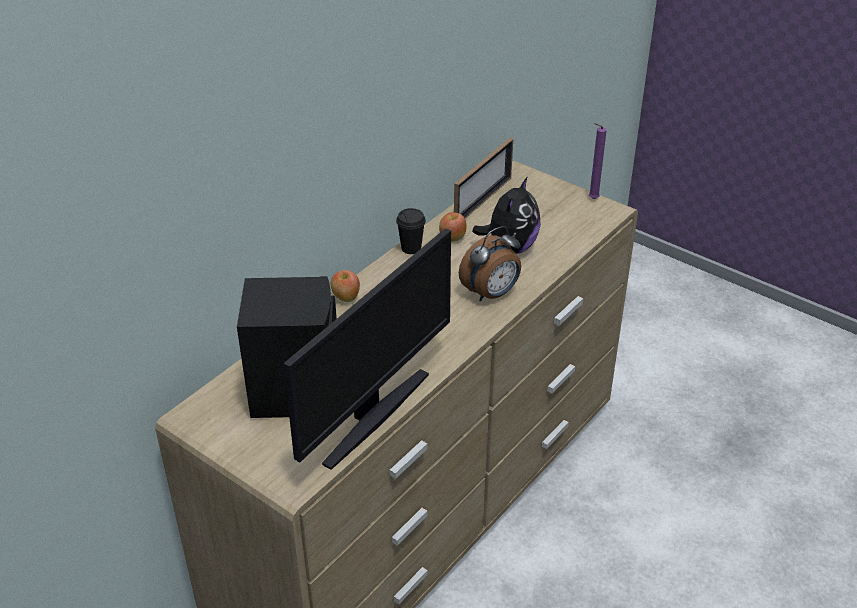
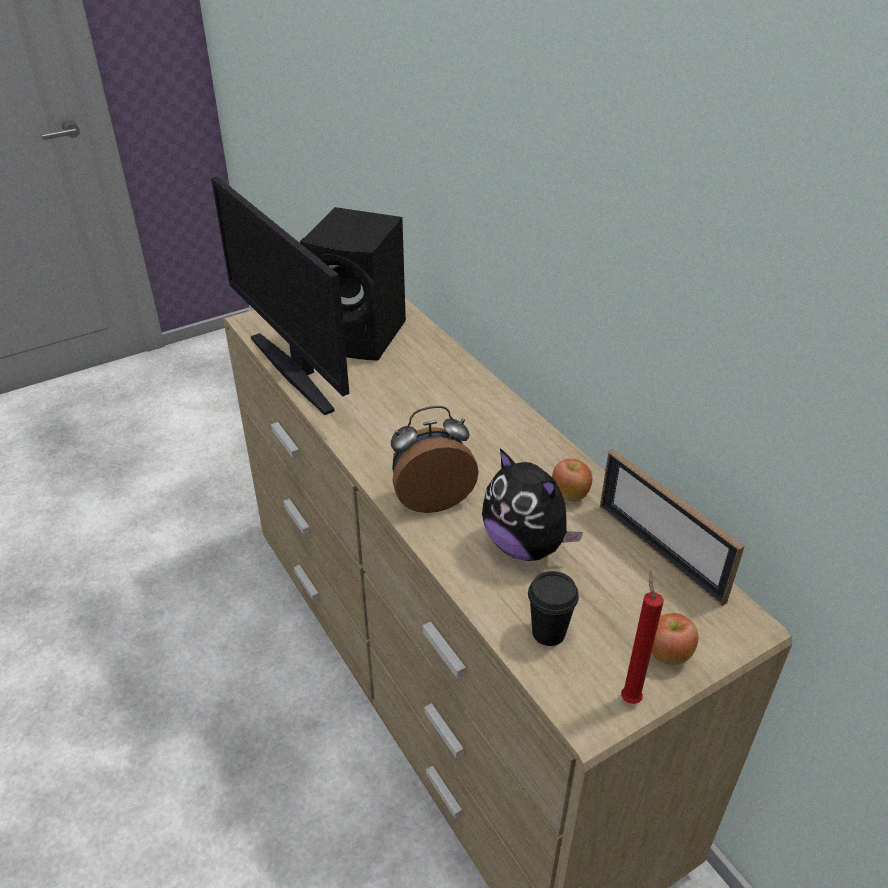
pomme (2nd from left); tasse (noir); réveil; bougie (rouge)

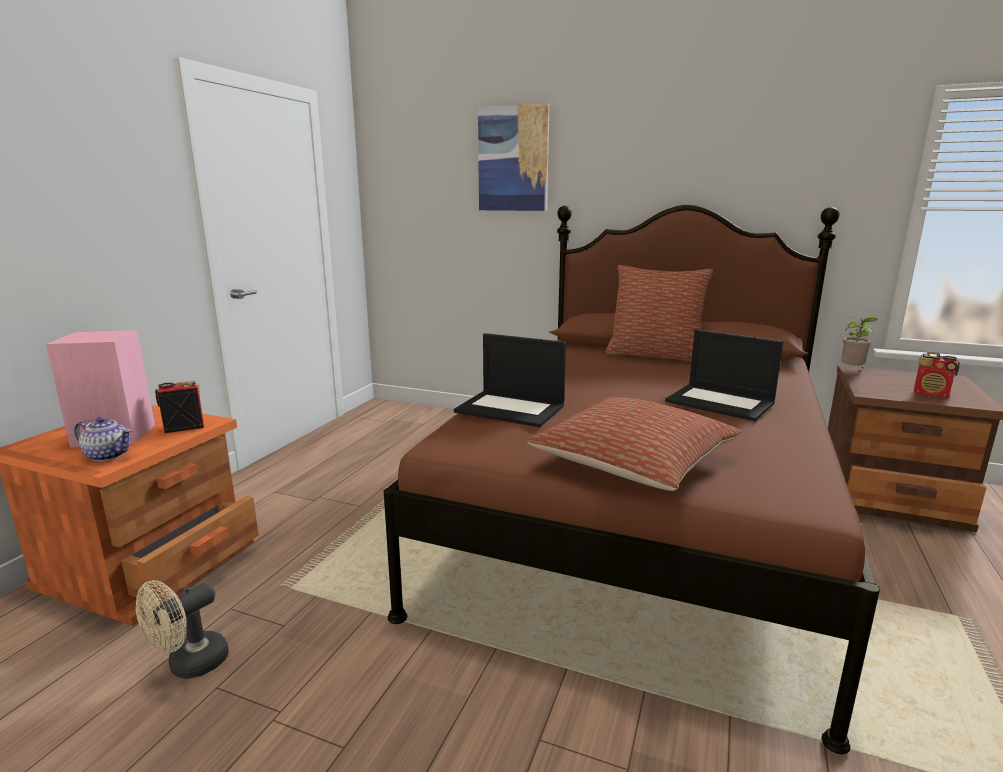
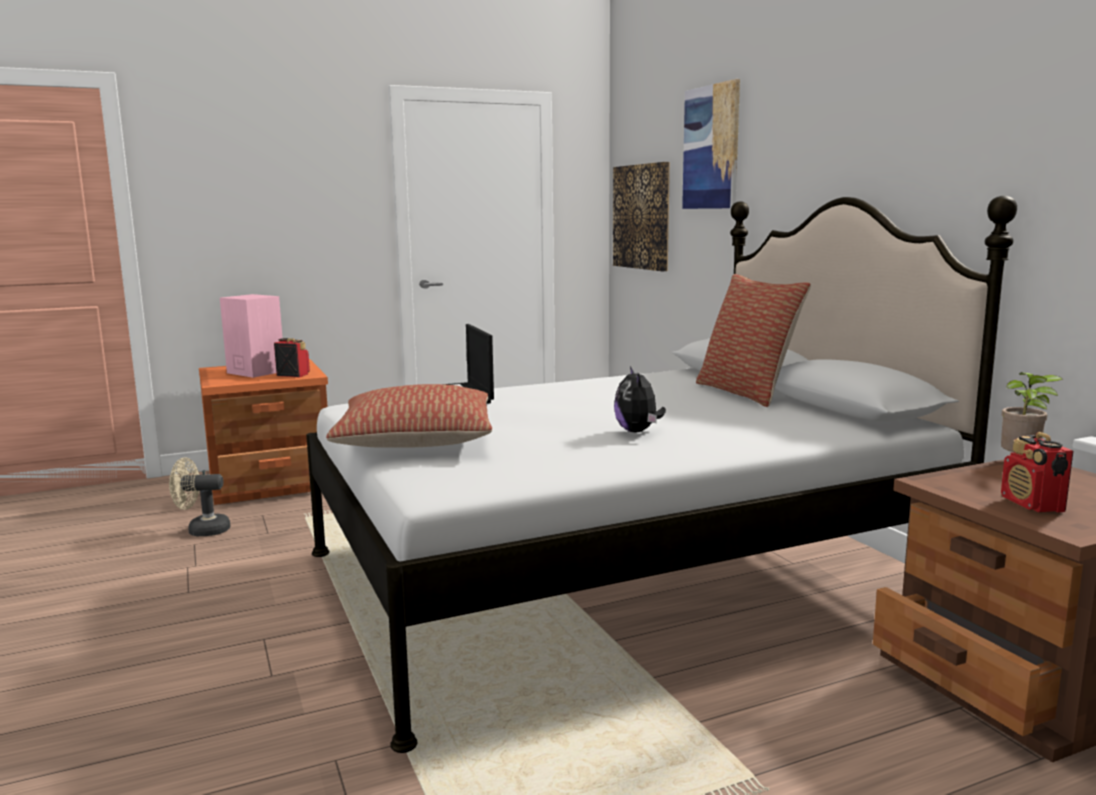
théière; lit (blanc); peluche; tableau (1st from left)

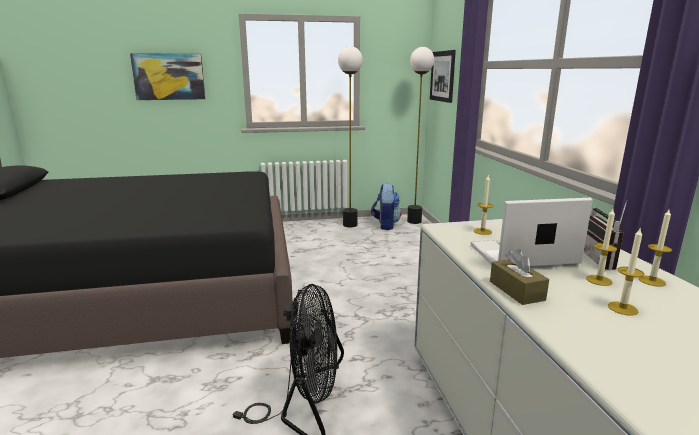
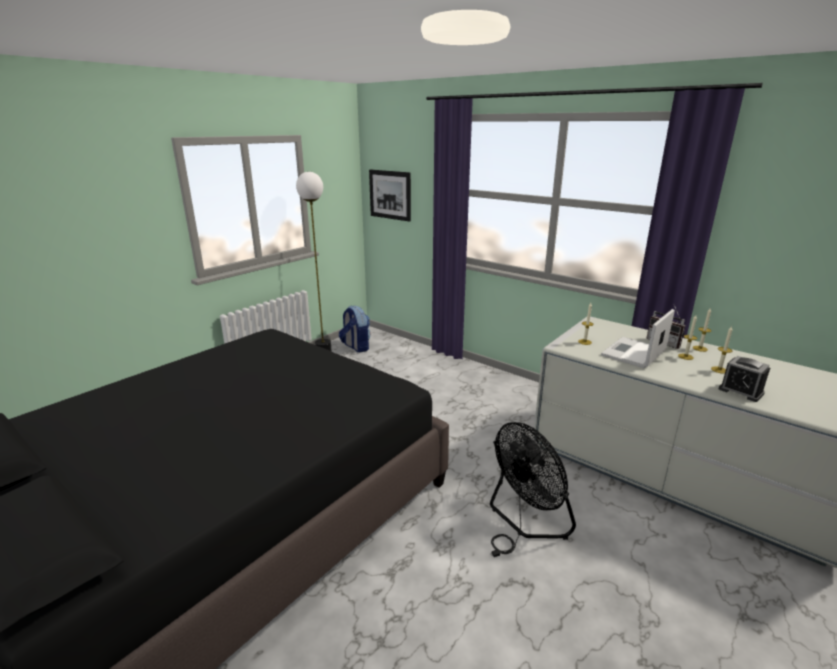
tableau (1st from left in the first image); lampadaire (2nd from left in the first image); boîte à mouchoirs (marron); réveil

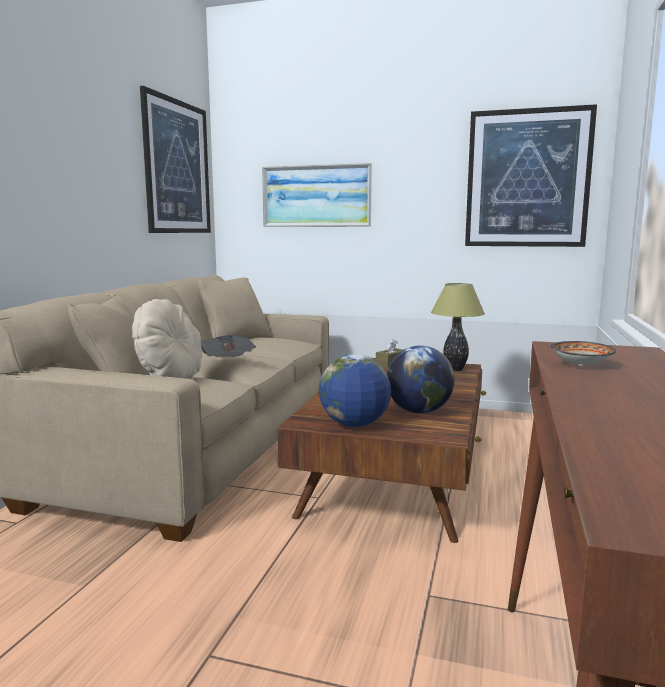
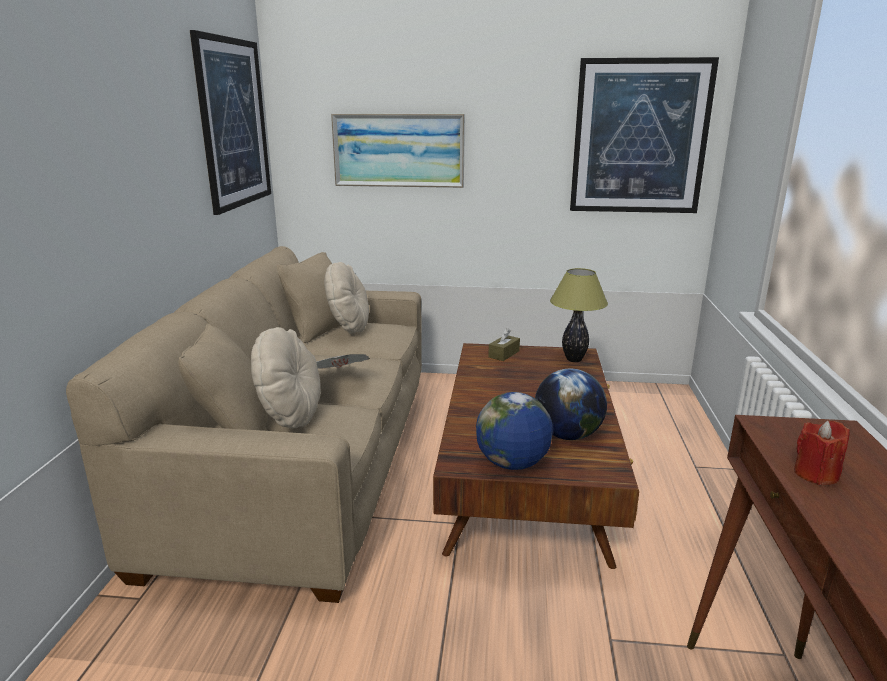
bougie (rouge); coussin (beige) (2nd from left)

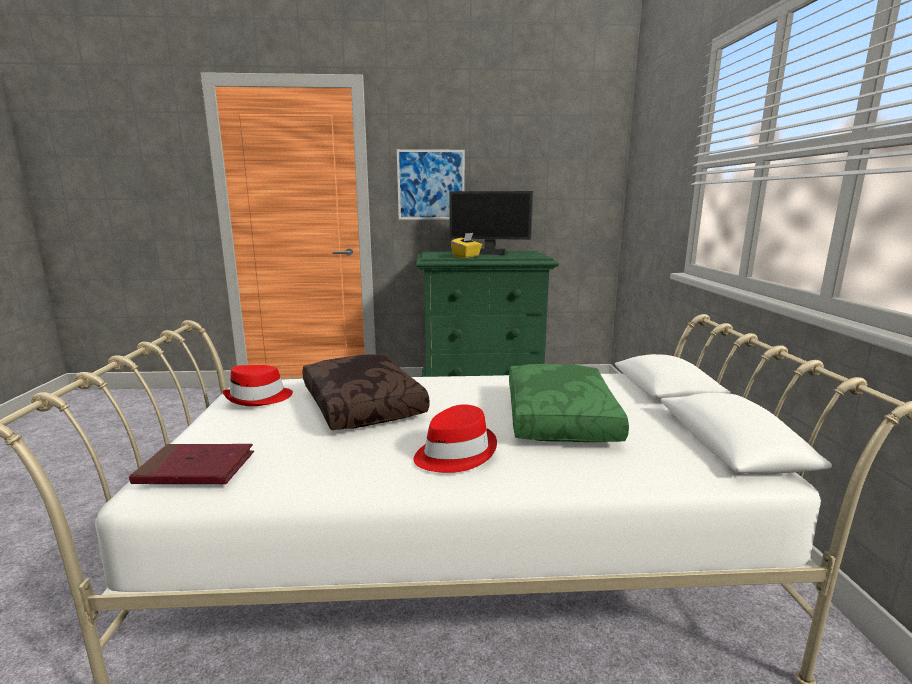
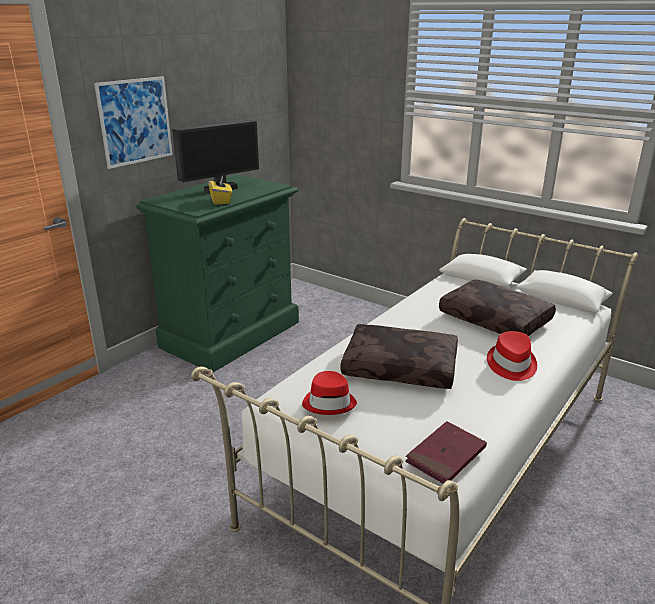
coussin (marron) (2nd from left)

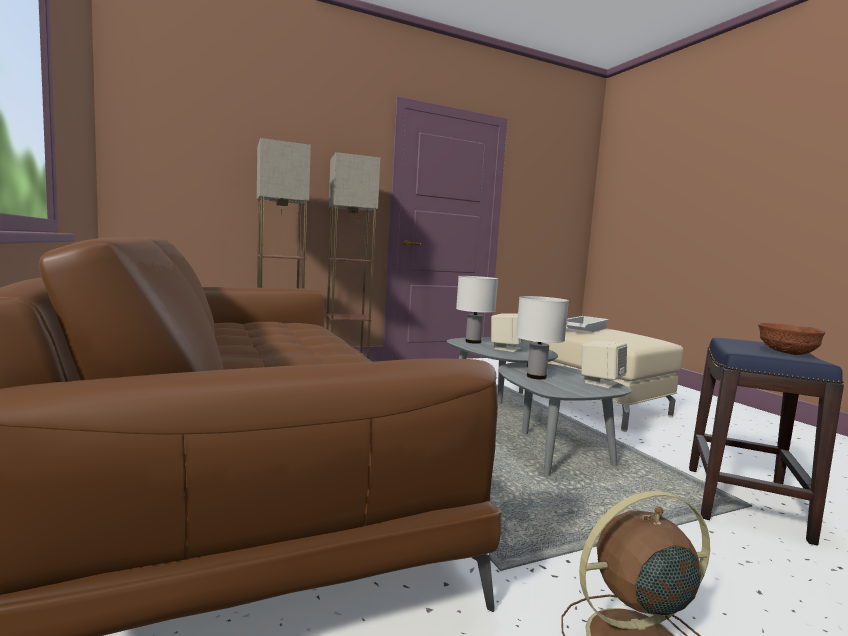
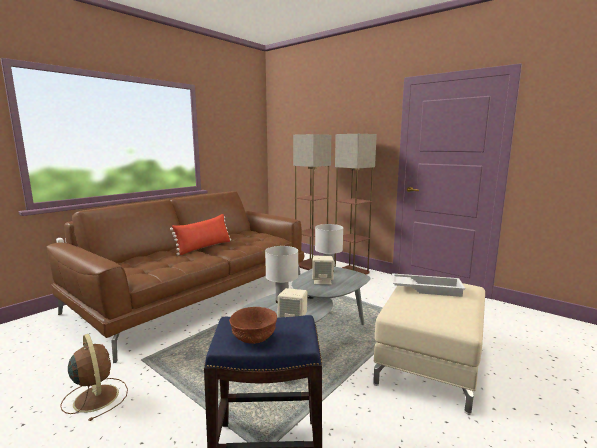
coussin (rouge)

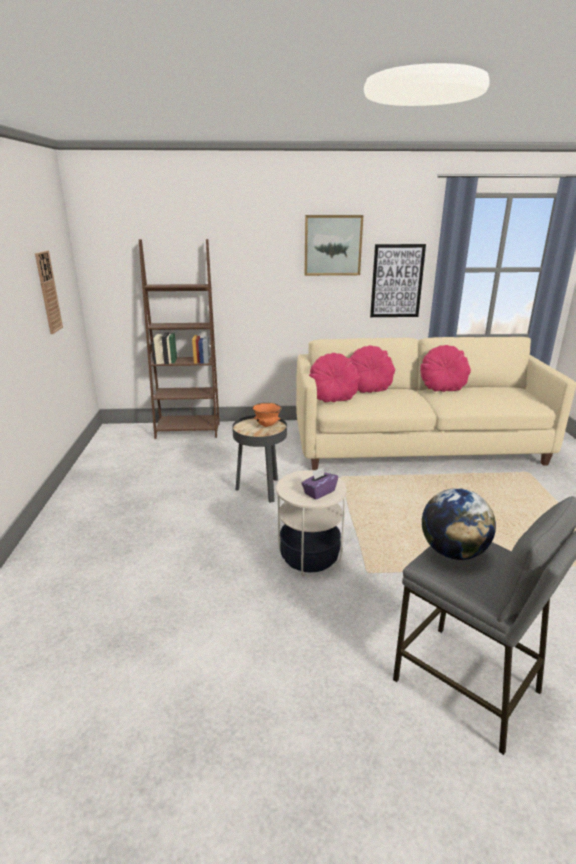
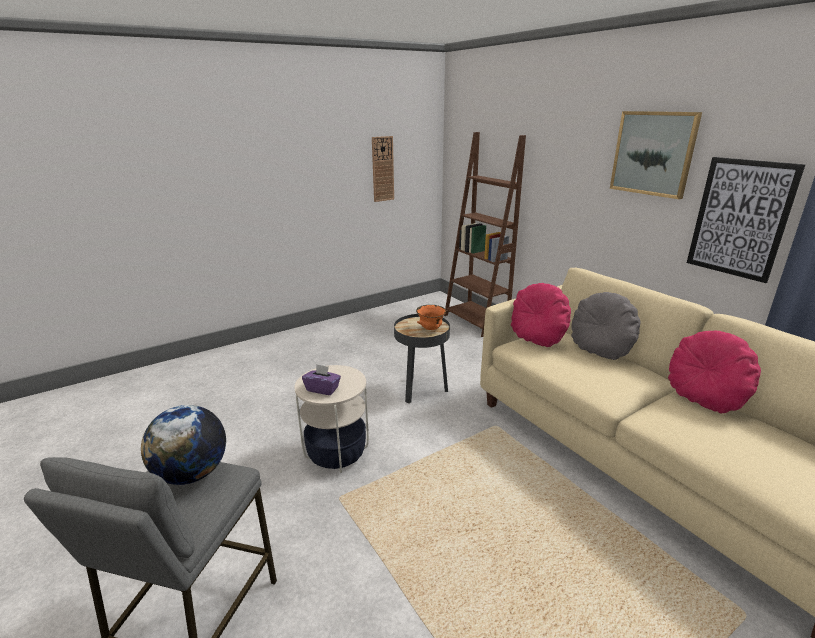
coussin (gris)

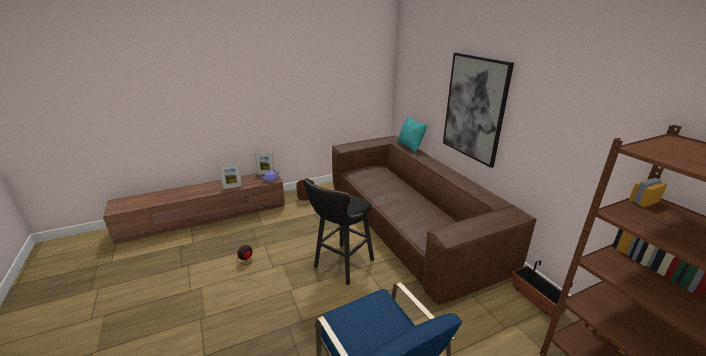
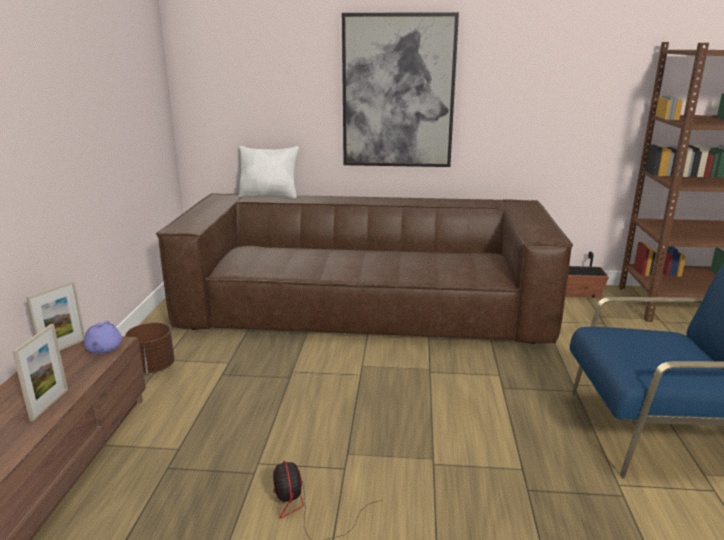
tabouret (noir); coussin (blanc)

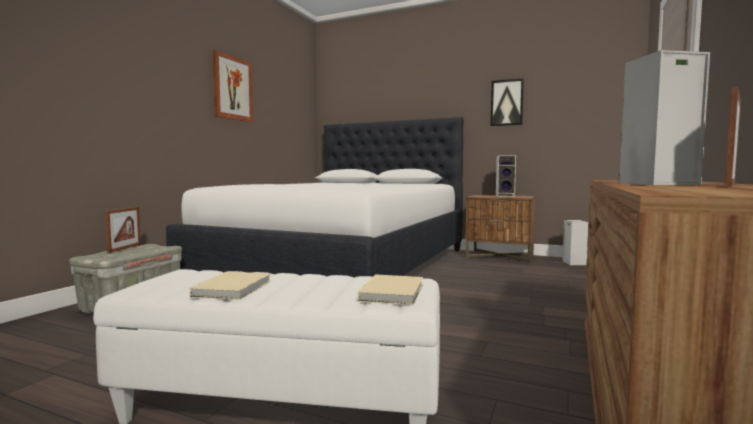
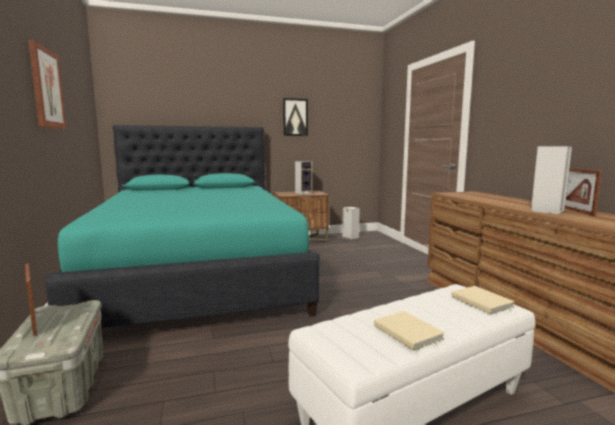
lit (turquoise)

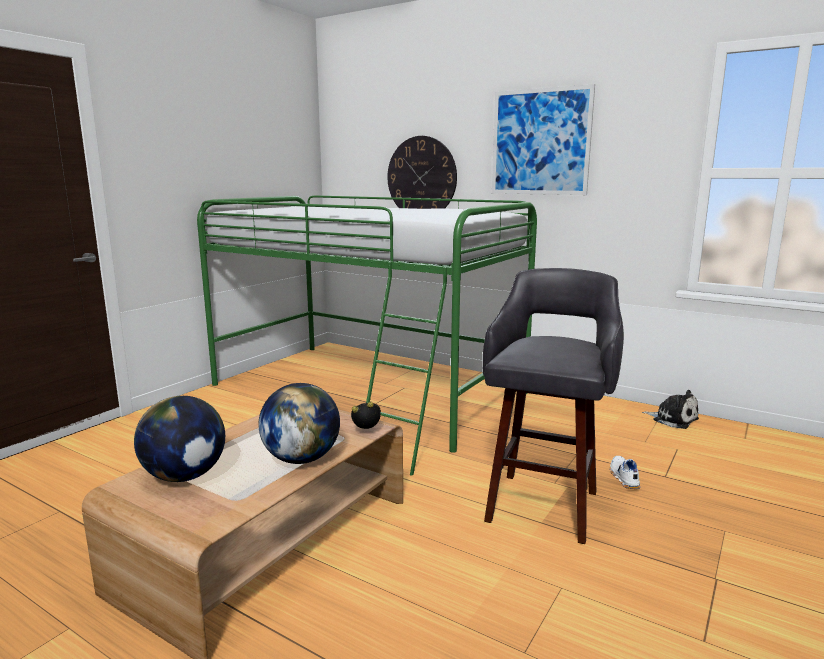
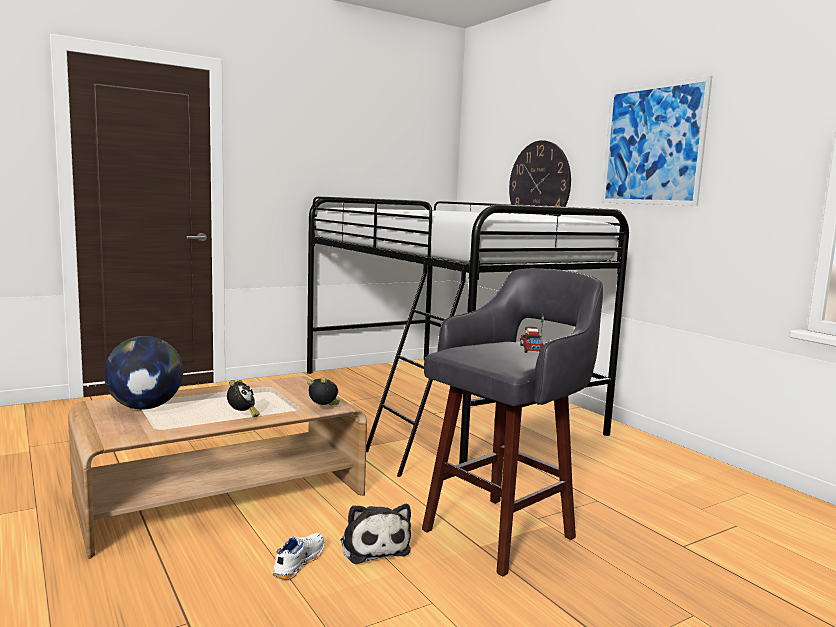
lit (noir); réveil (1st from left); chaussure (blanc); peluche; camion jouet

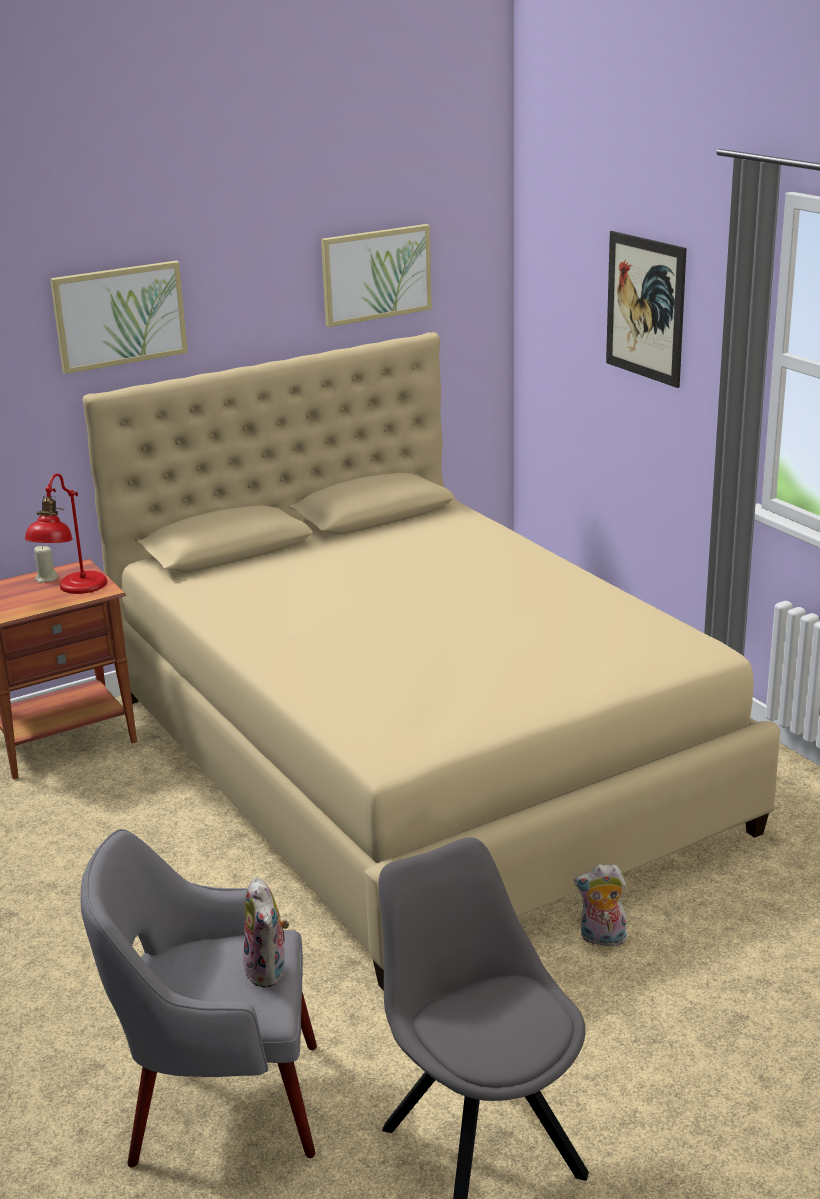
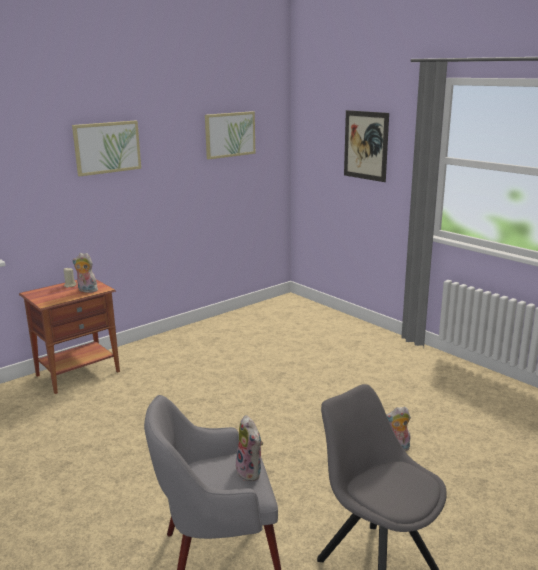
peluche (1st from left); lit (beige)

